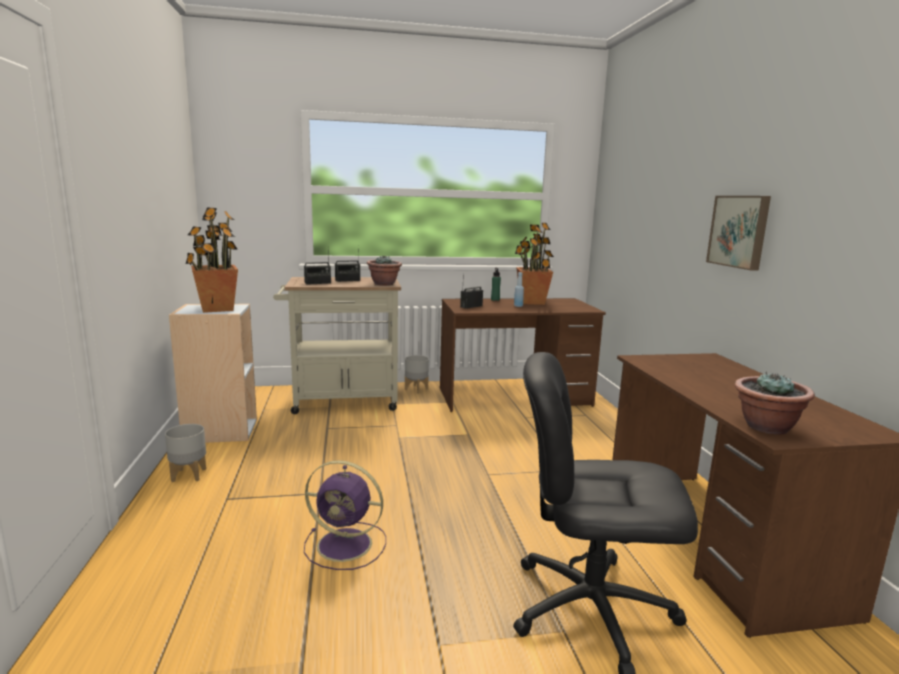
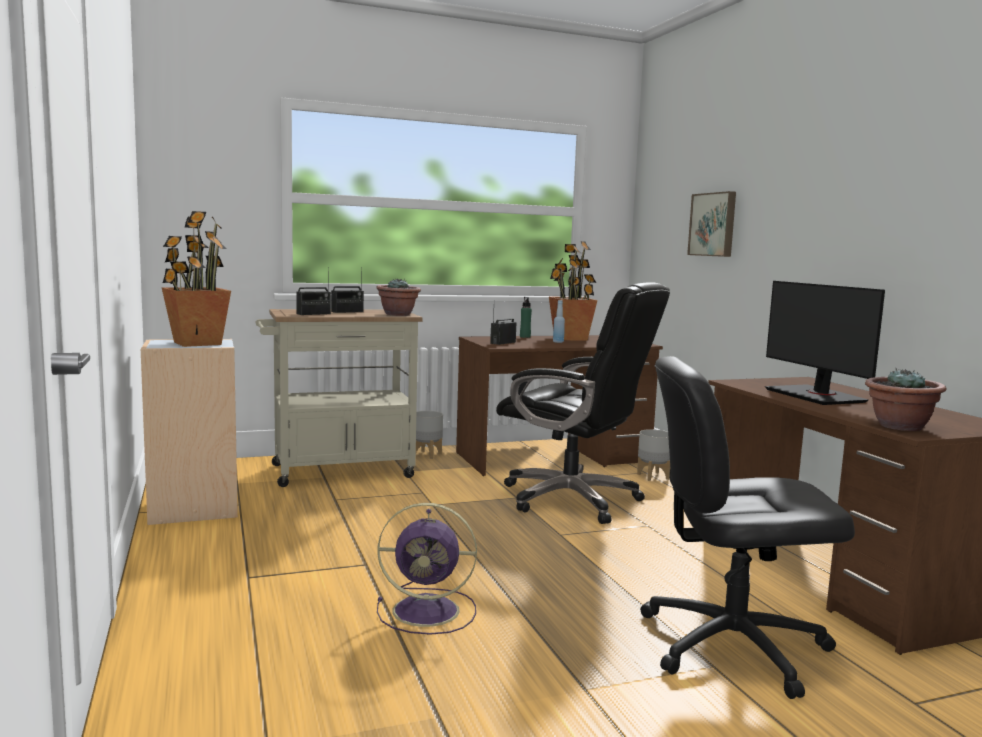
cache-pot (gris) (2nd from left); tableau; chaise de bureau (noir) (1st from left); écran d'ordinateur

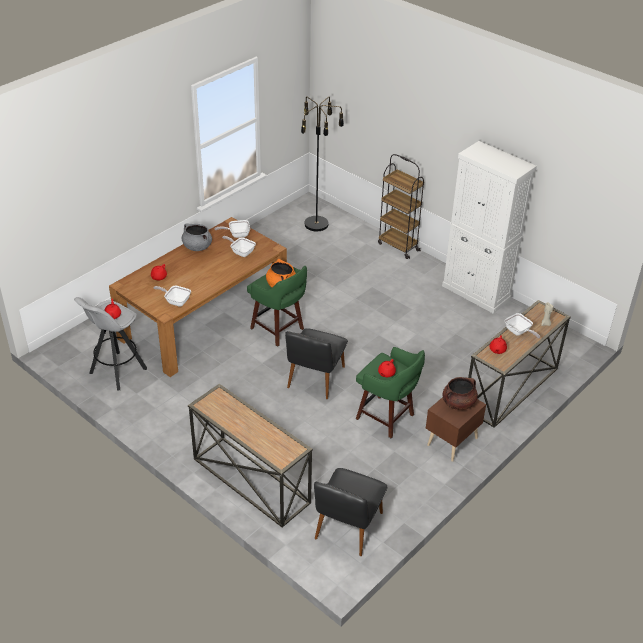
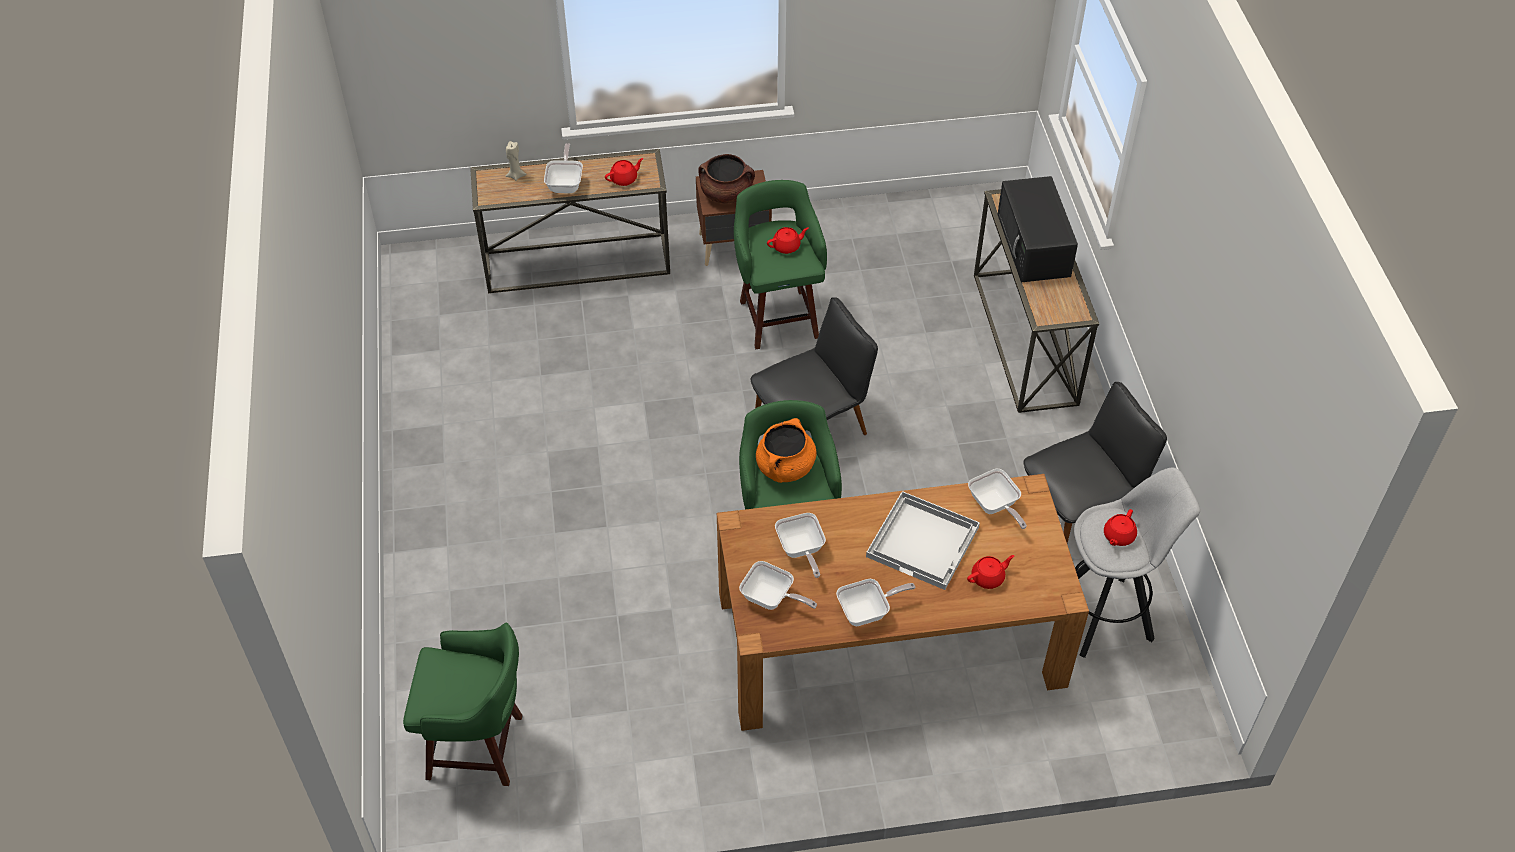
poêle (4th from left); tabouret (vert) (1st from left); chaise (noir) (2nd from left); chariot (marron); meuble de rangement (blanc); plateau (blanc); micro-ondes (noir)

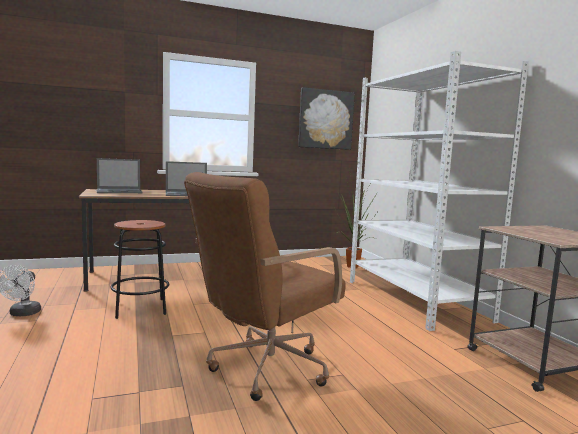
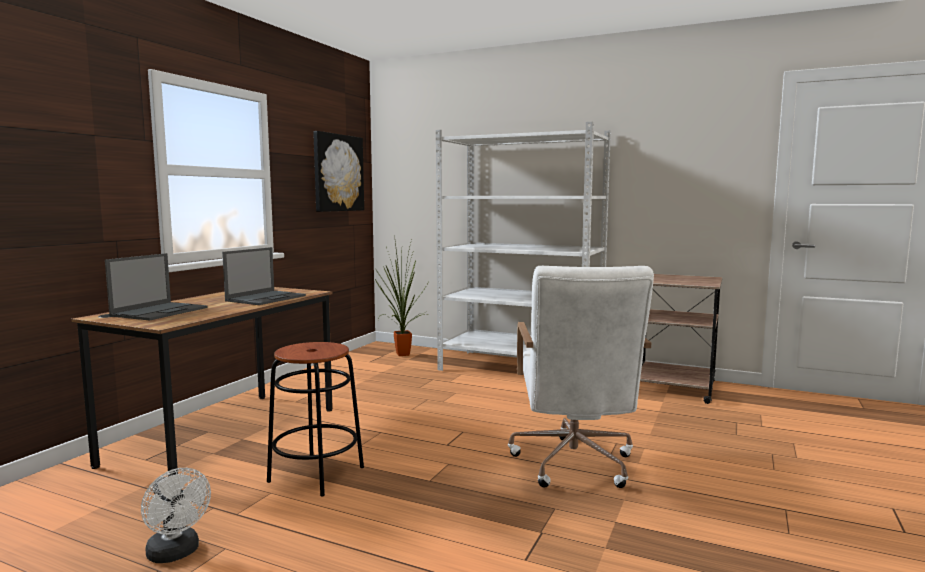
chaise de bureau (blanc)

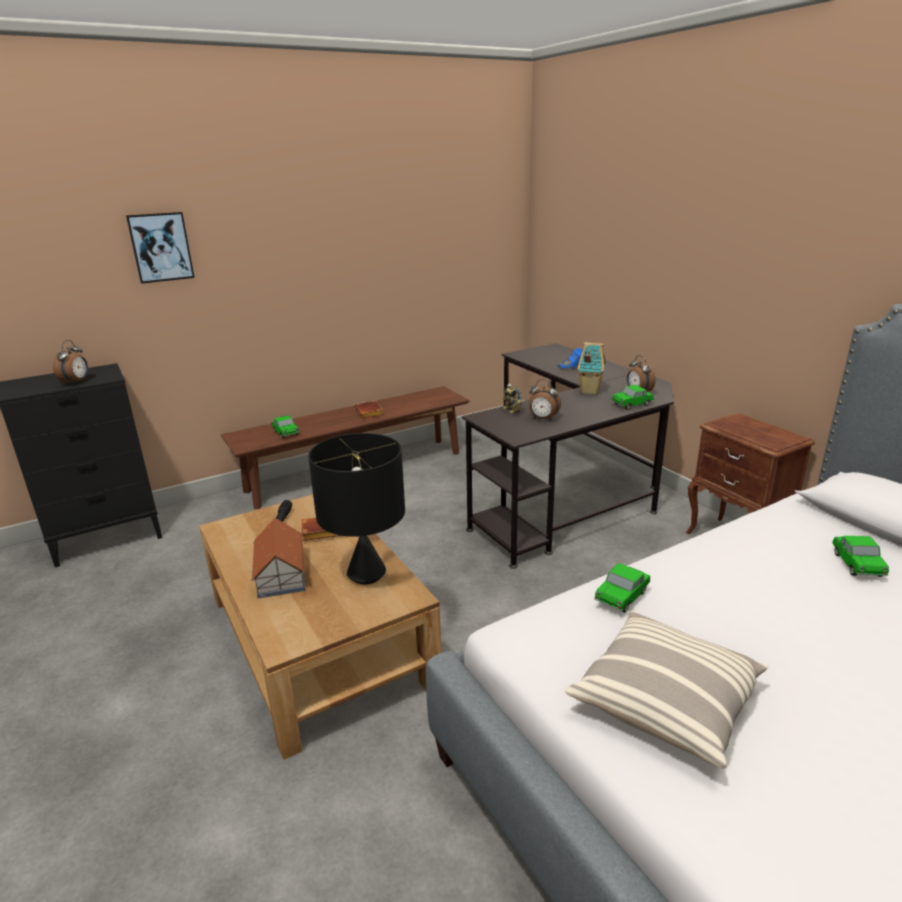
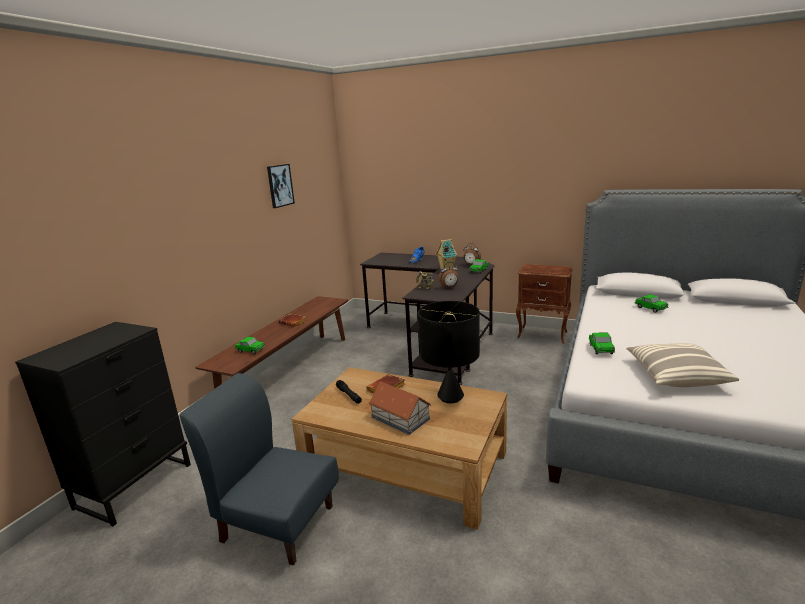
réveil (1st from left in the first image); tableau; chaise (bleu)

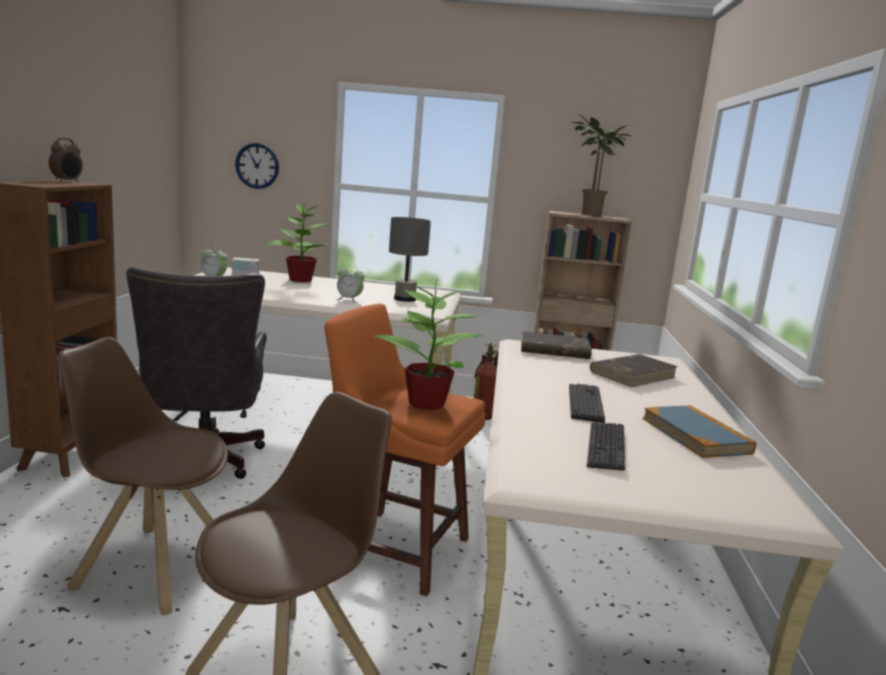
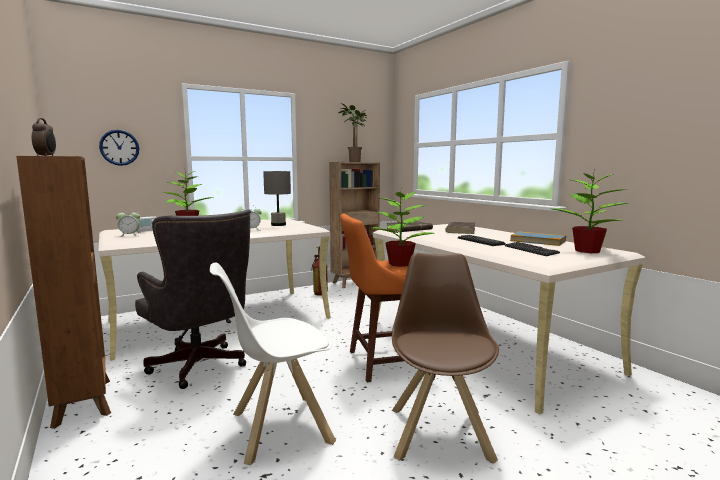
chaise (blanc); plante en pot (4th from left)

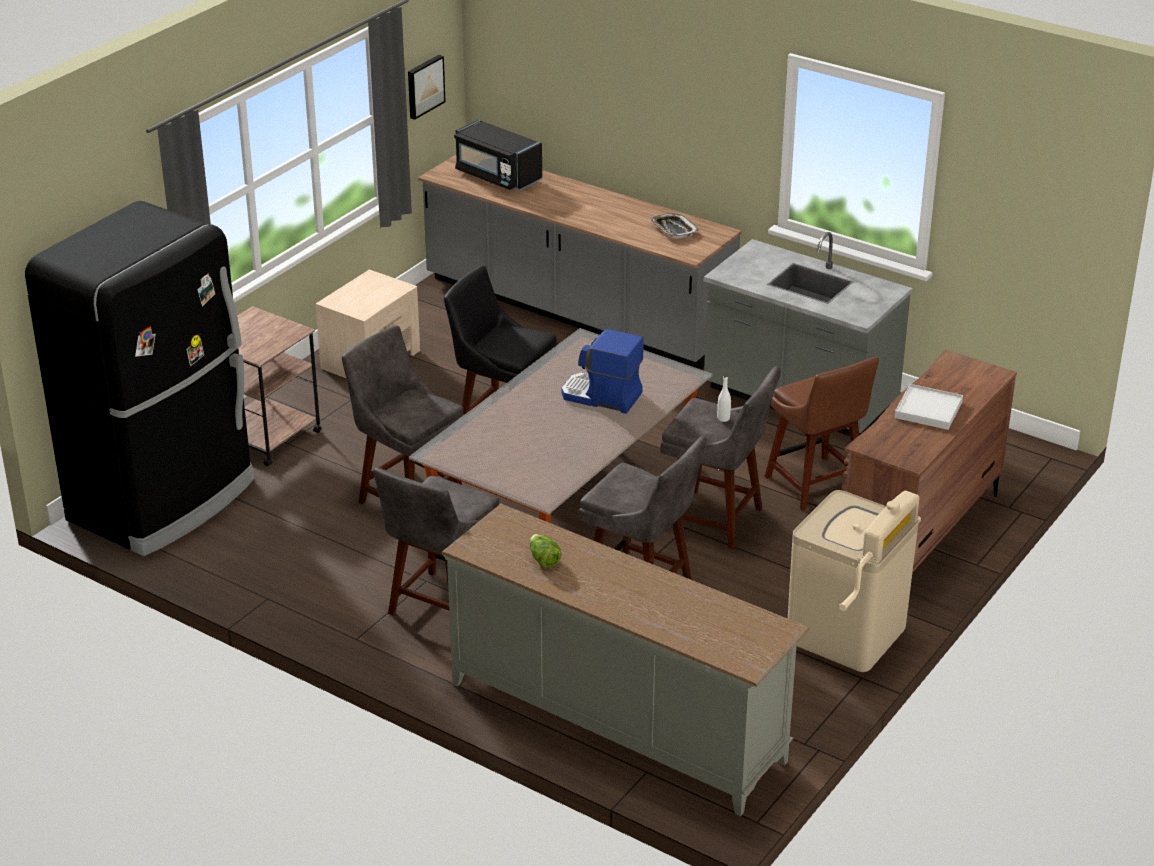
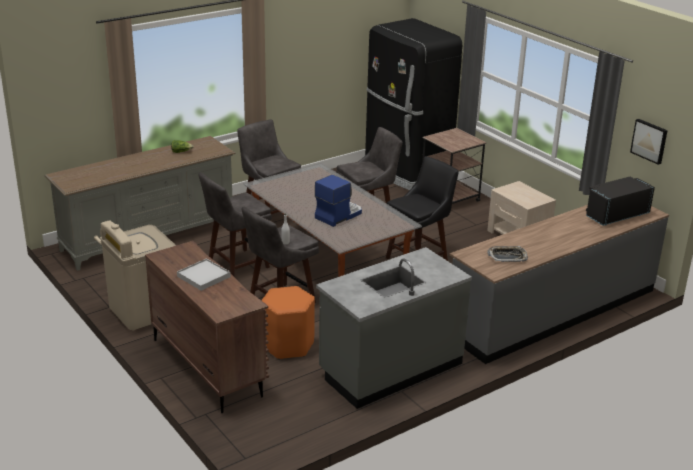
tabouret (orange)

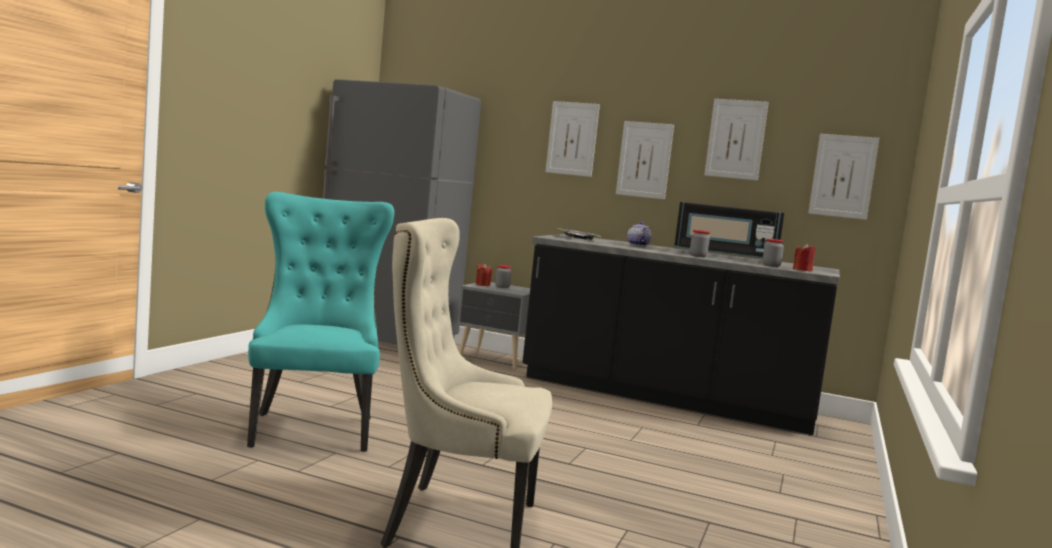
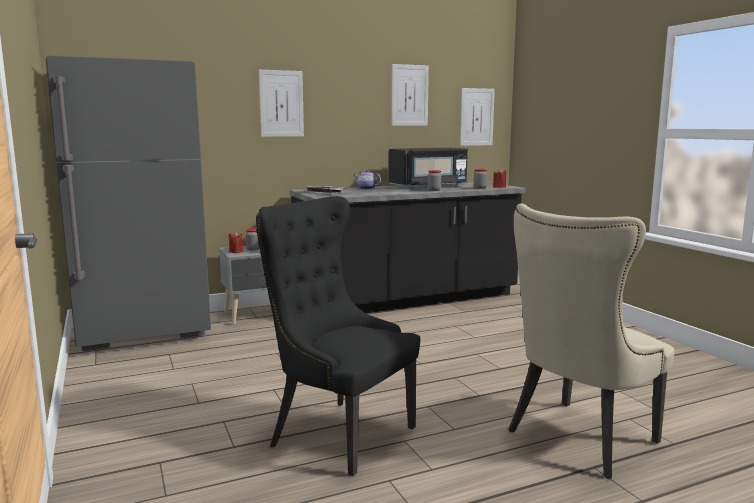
chaise (noir); tableau (2nd from left in the first image)

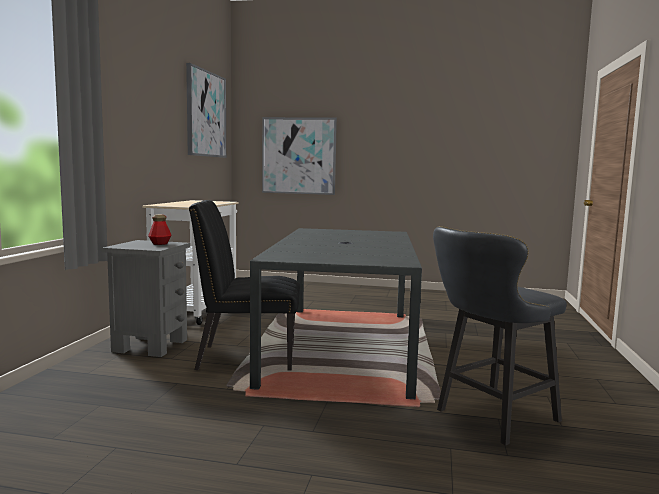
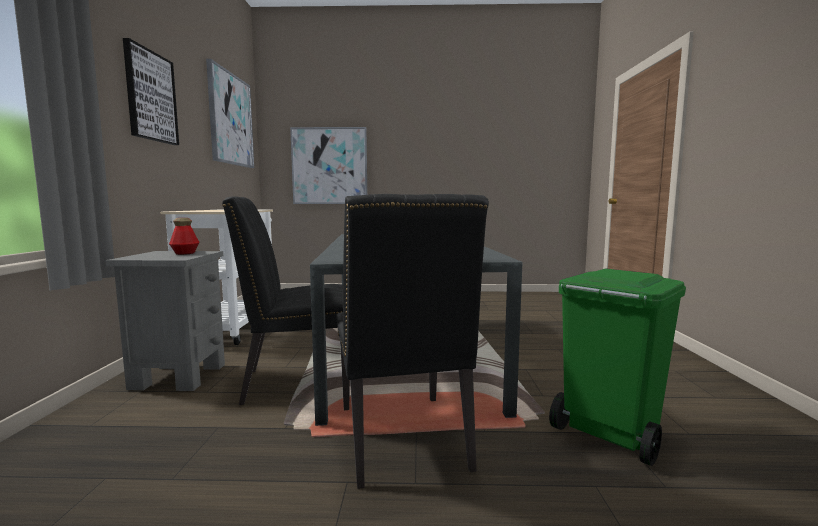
poubelle (vert); tableau (1st from left); chaise (noir) (2nd from left)

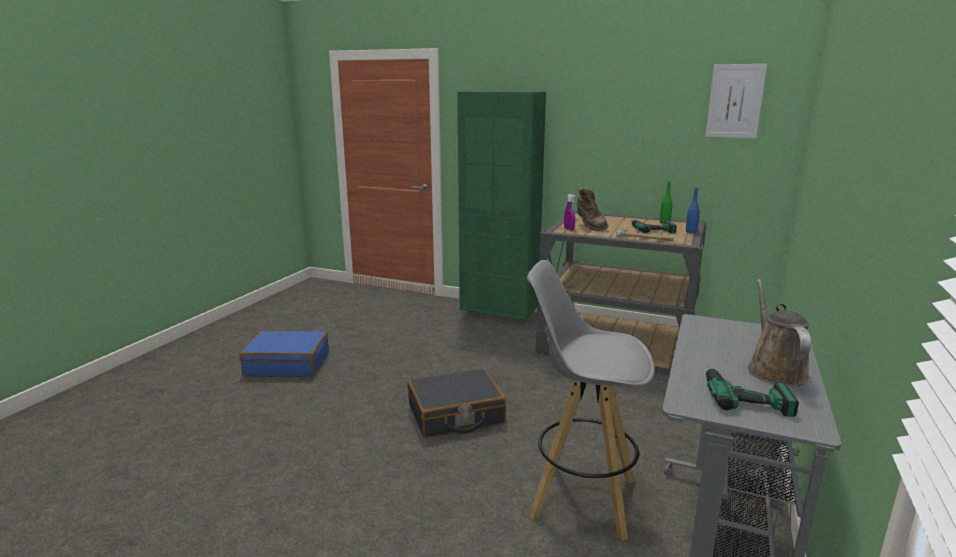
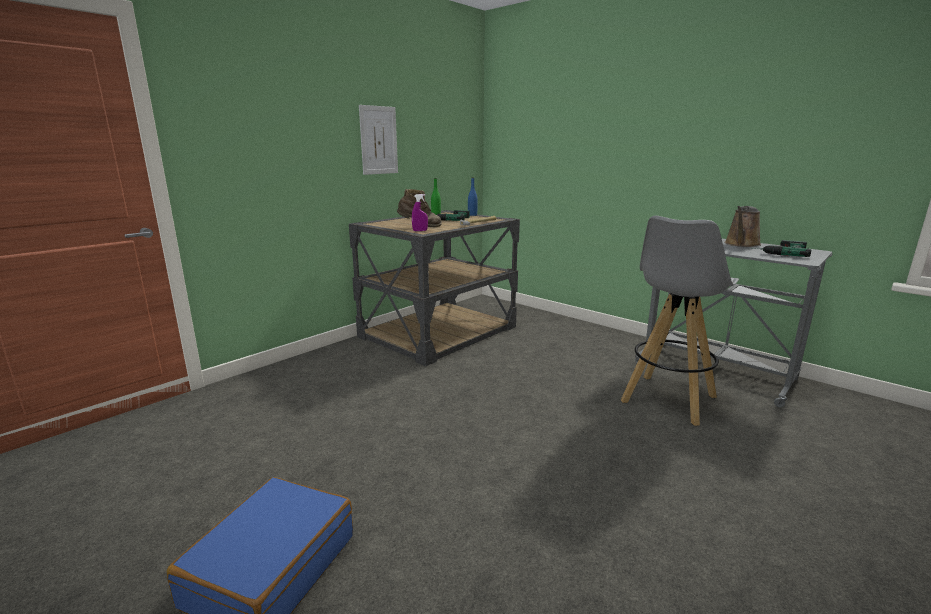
valise (noir); meuble de rangement (vert); tableau; arrosoir (marron)

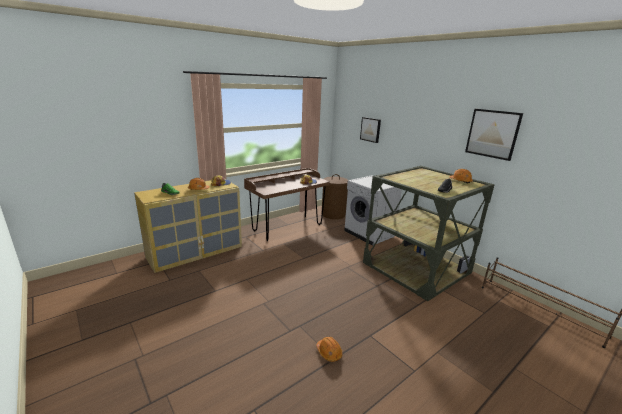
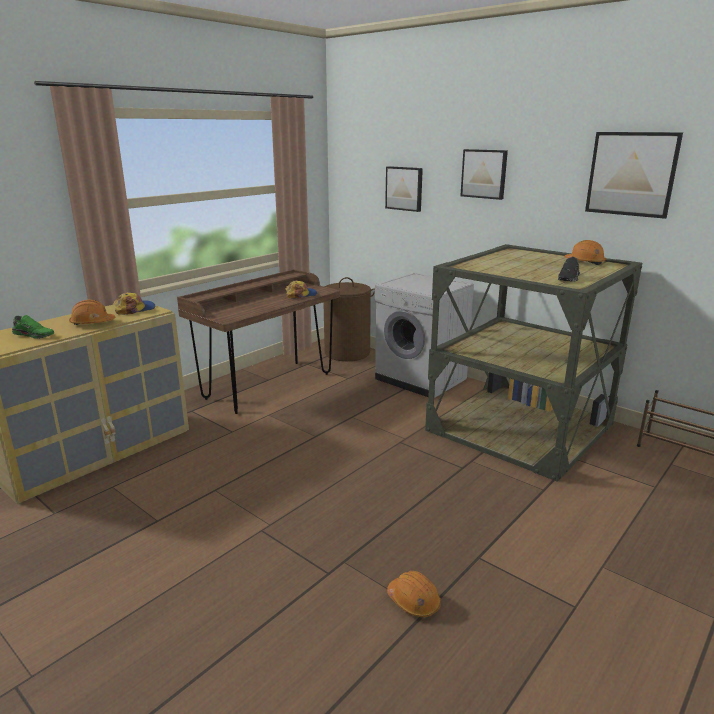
tableau (2nd from left)

